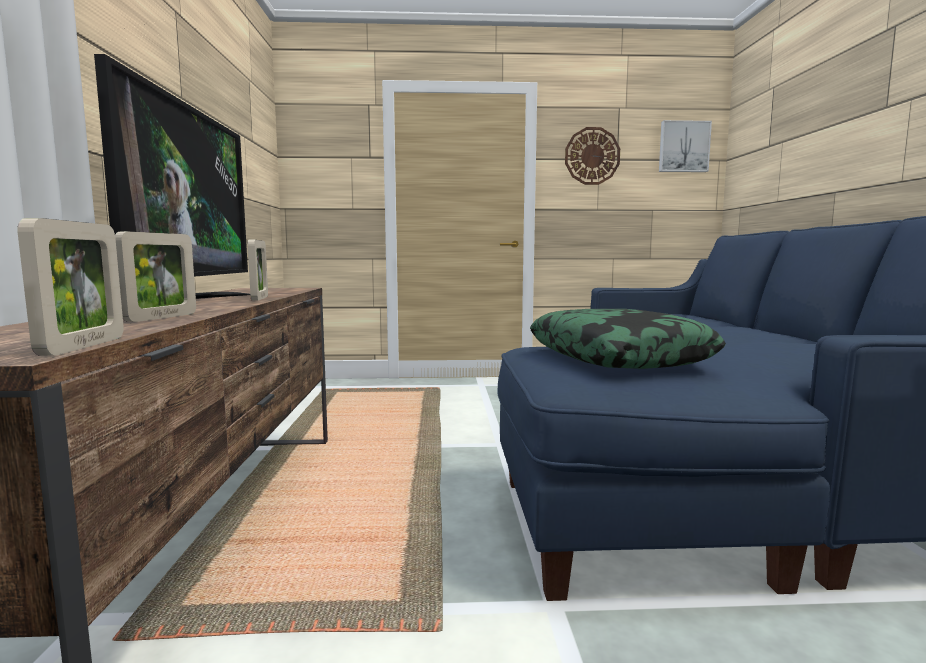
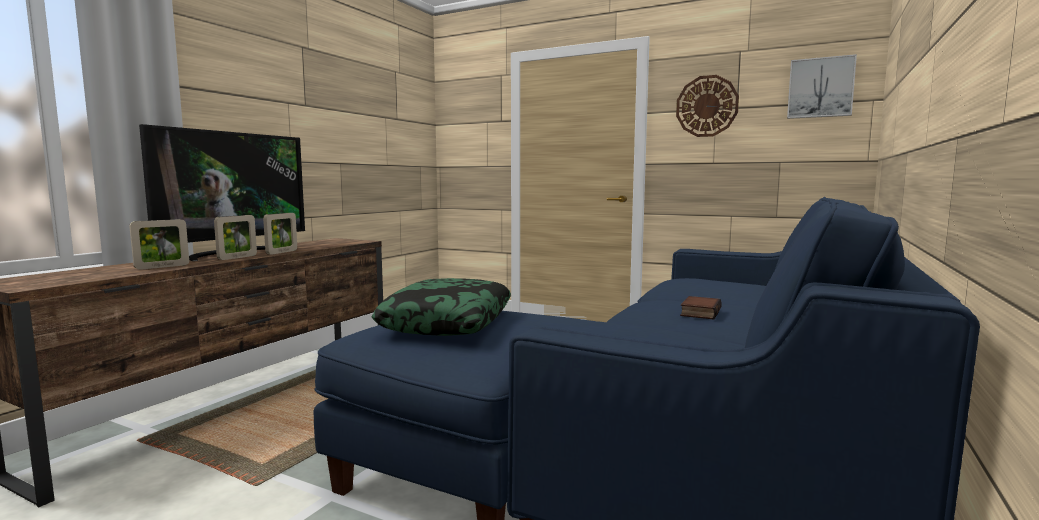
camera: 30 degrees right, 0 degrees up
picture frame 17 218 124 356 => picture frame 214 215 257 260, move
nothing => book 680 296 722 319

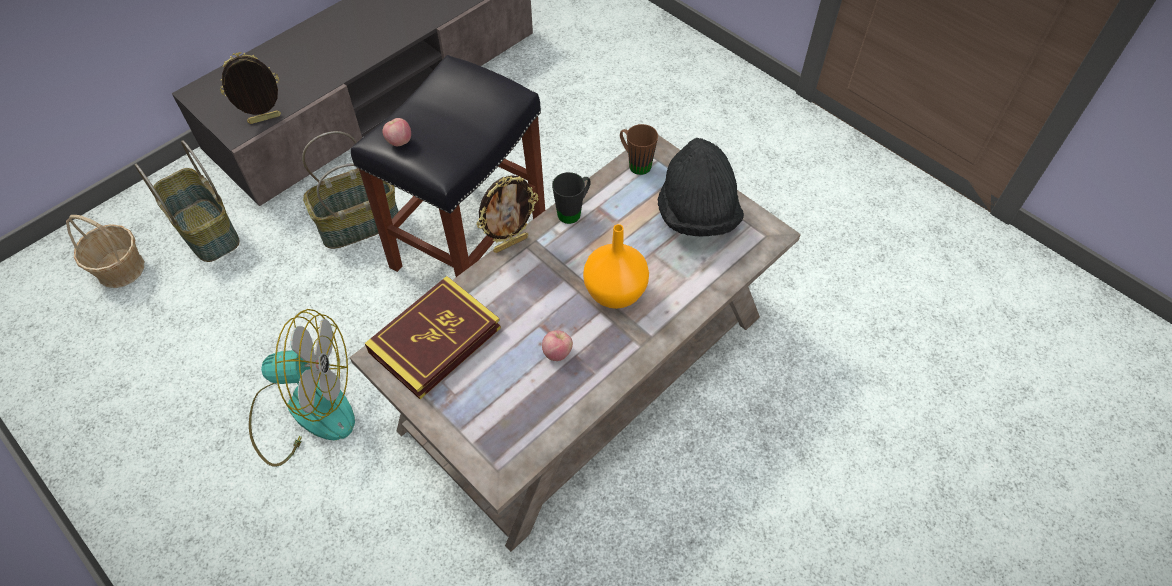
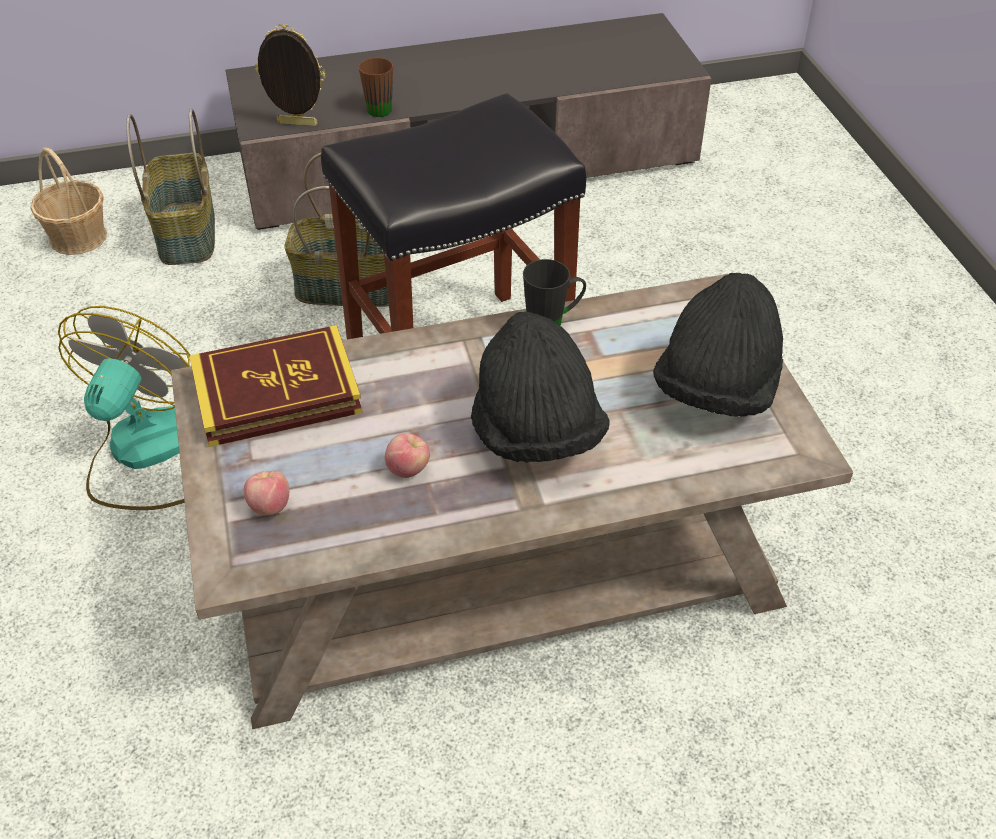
camera: 30 degrees right, 10 degrees down
fan 249 309 355 467 => fan 58 306 191 510, 105 degrees counterclockwise
apple 382 118 411 146 => apple 244 471 289 515, move
brown mug 620 124 658 175 => brown mug 359 58 393 117, move
orange vase 583 224 649 309 => black hat 471 311 610 463
picture frame 477 175 538 253 => nothing

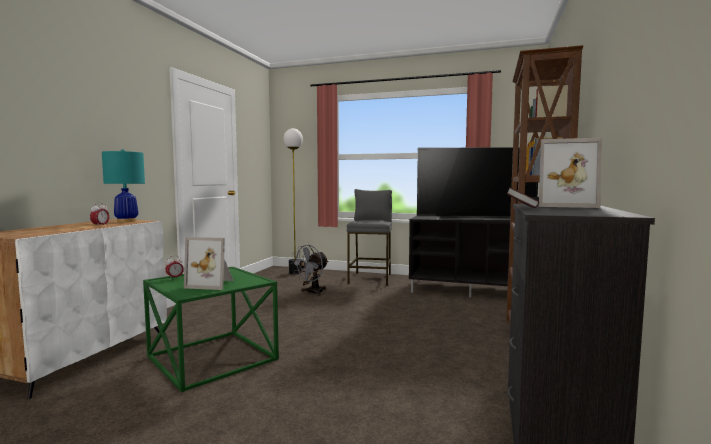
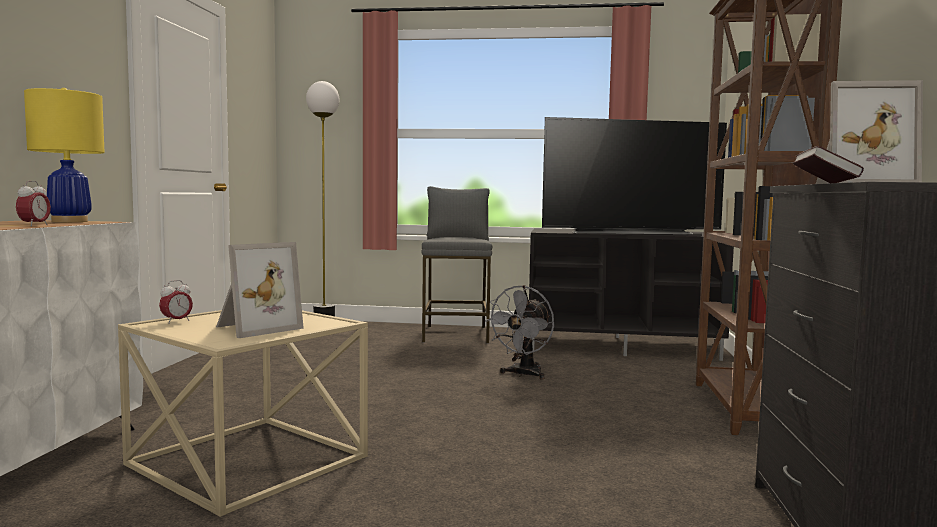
camera: 10 degrees left, 0 degrees up
turquoise table lamp 102 149 145 222 => yellow table lamp 24 88 105 222
green side table 143 267 279 392 => beige side table 118 310 368 517
picture frame 184 237 234 290 => picture frame 216 242 304 338, 45 degrees counterclockwise
grey fan 291 245 328 296 => grey fan 485 285 554 380, move

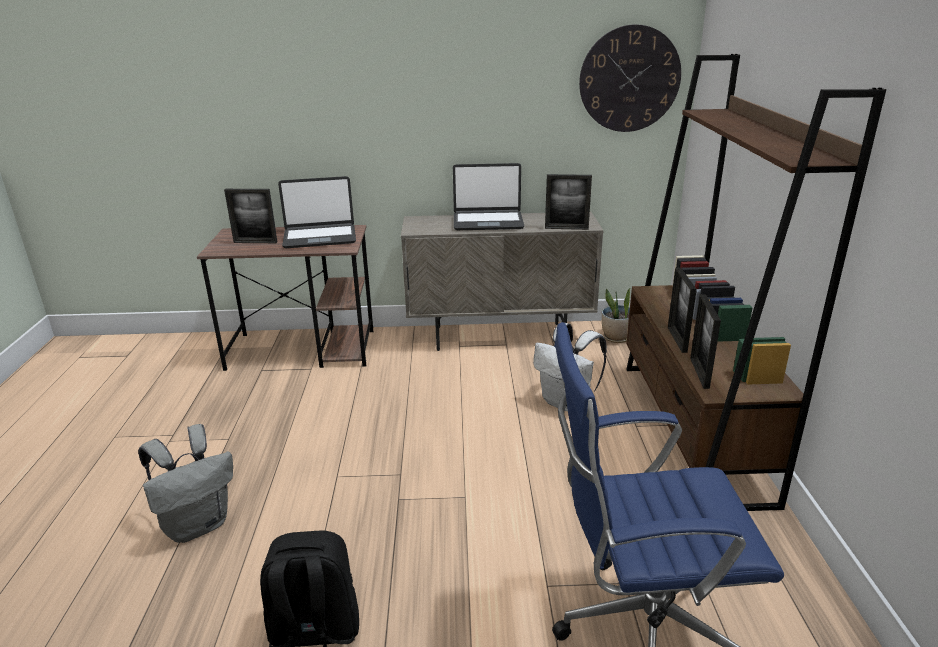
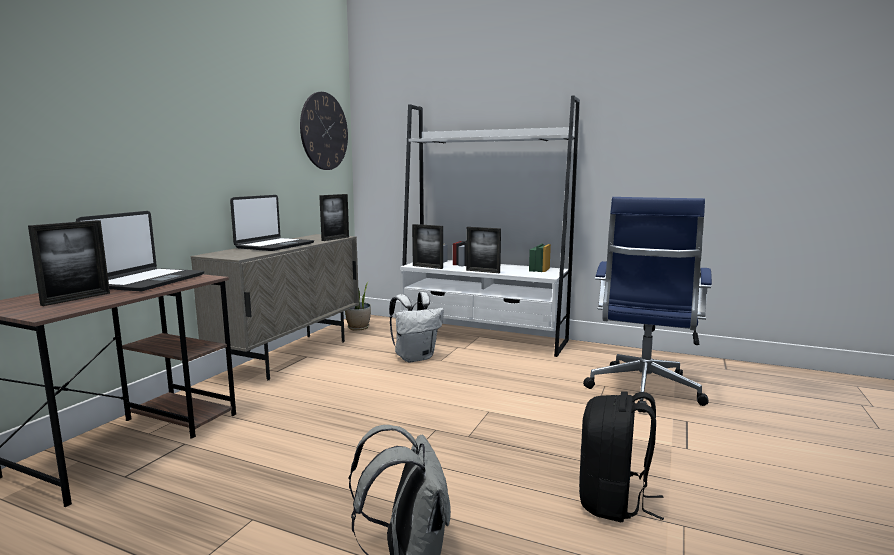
camera: 65 degrees left, 15 degrees down
brown bookcase 626 54 886 511 => white bookcase 400 96 580 357
picture frame 690 294 721 389 => picture frame 412 224 443 269, move

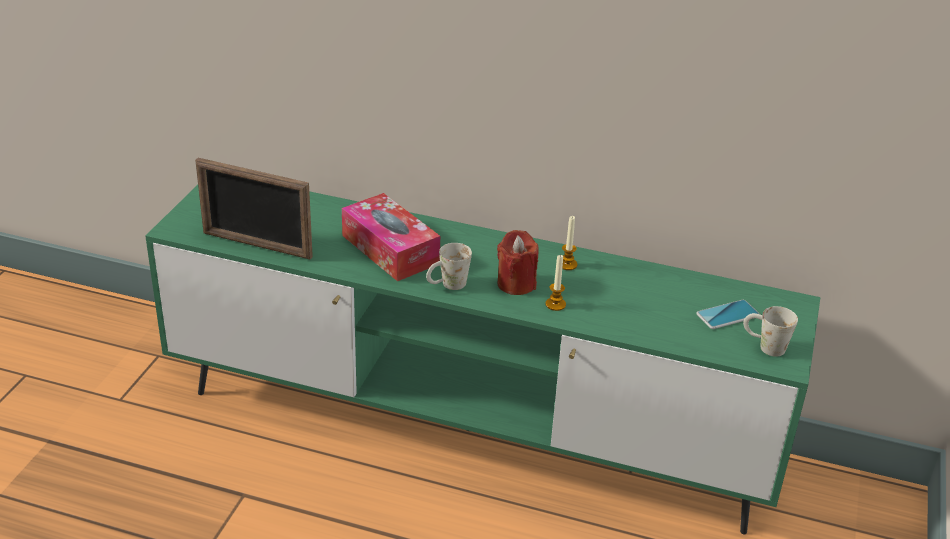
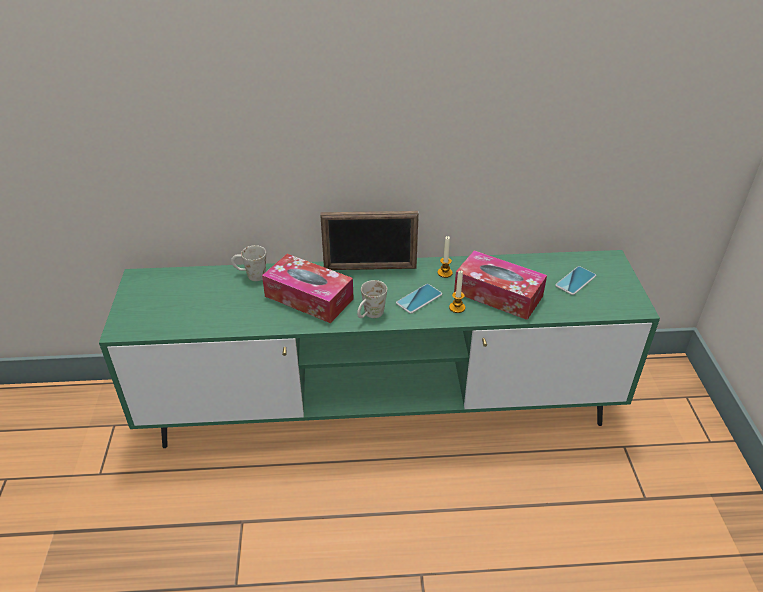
camera: 20 degrees left, 5 degrees up
white mug 743 306 798 357 => white mug 231 245 266 281, move
picture frame 195 158 313 259 => picture frame 320 211 419 270, move
red candle 497 230 539 295 => phone 396 284 442 314
nothing => tissue box 454 250 547 320

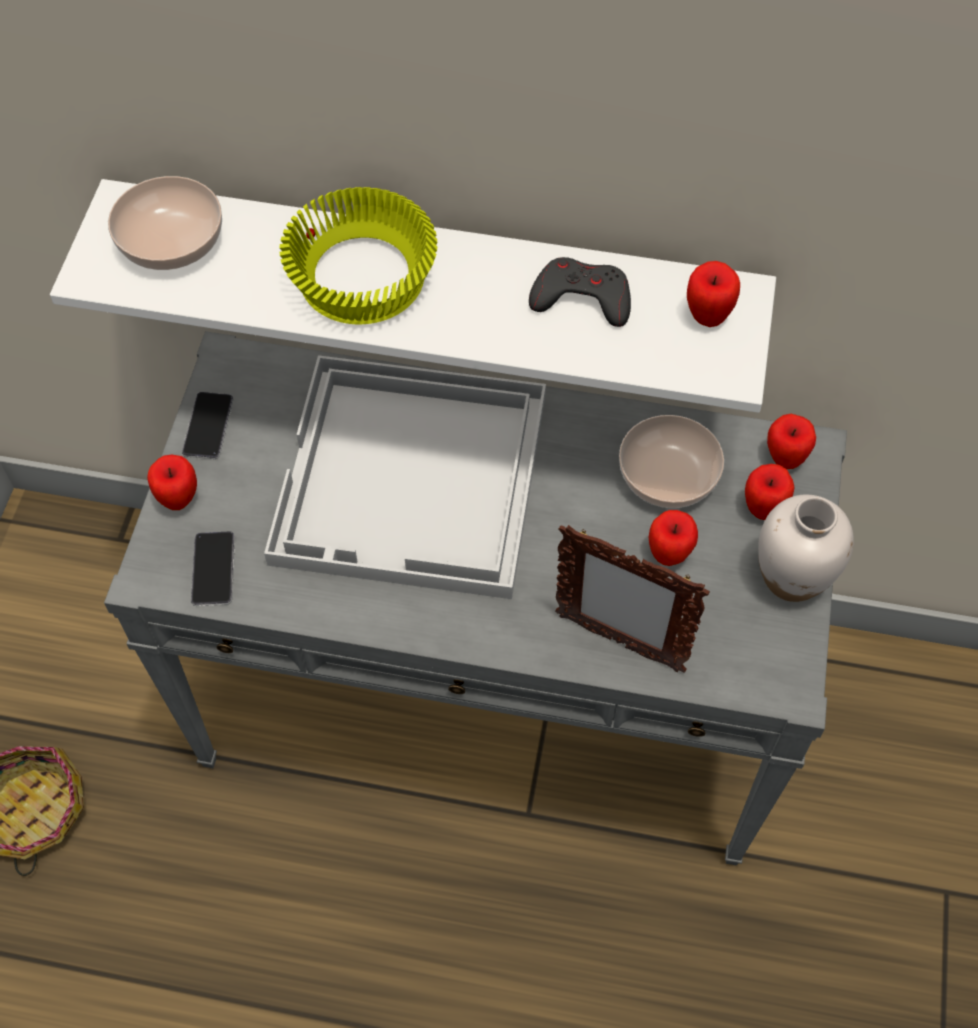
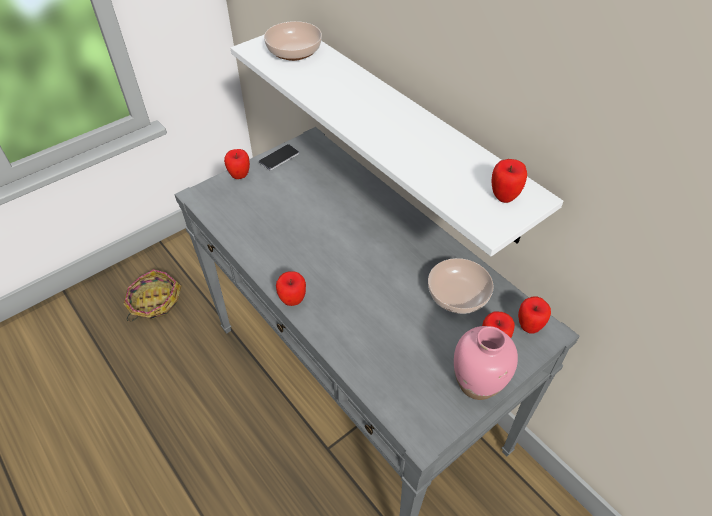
camera: 40 degrees right, 10 degrees down
apple 649 510 698 566 => apple 276 272 306 306, move
white vase 758 494 854 602 => pink vase 454 326 518 400
phone 191 531 235 606 => nothing
white tray 264 355 546 599 => nothing
yellow bowl 280 187 437 324 => nothing
grey game controller 529 257 631 327 => nothing
picture frame 555 525 710 673 => nothing

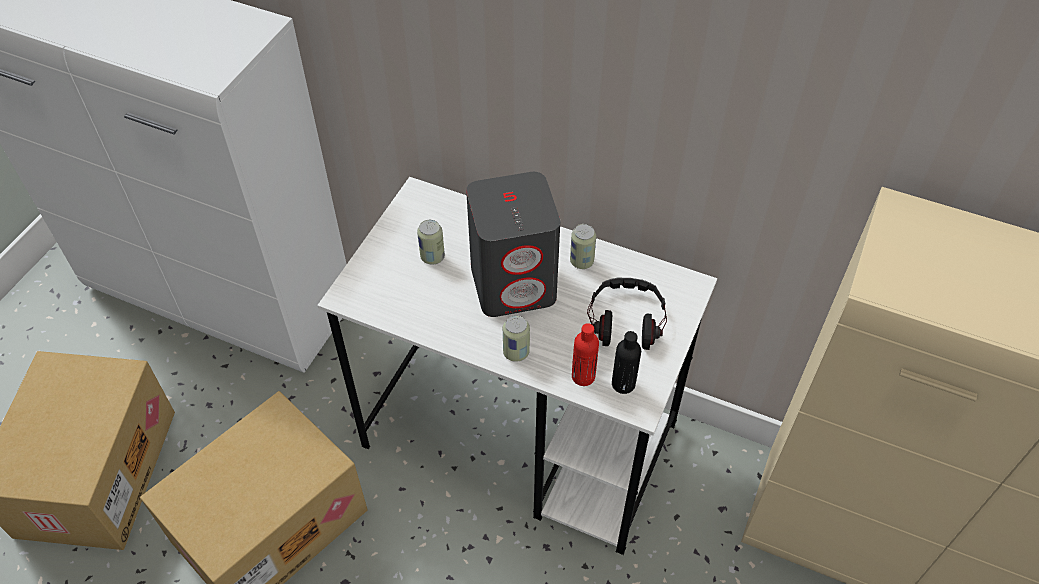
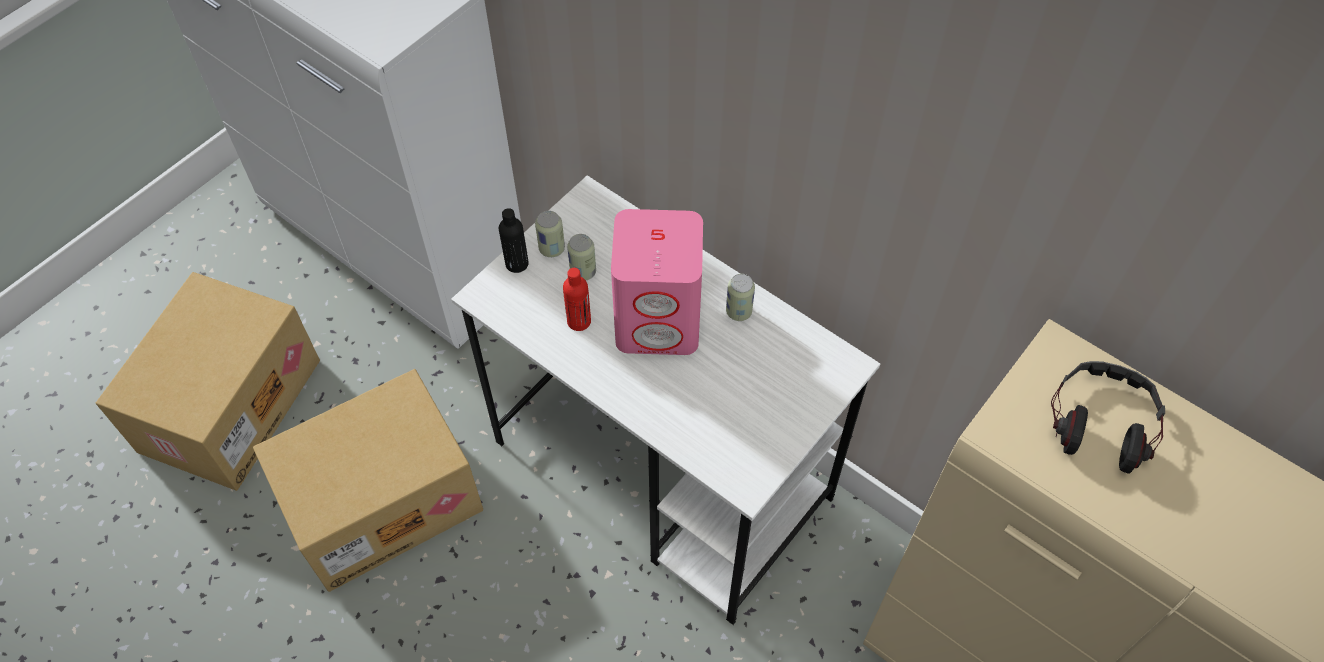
camera: 15 degrees right, 5 degrees up
black bottle 612 331 641 394 => black bottle 499 208 529 273, move
can 503 315 530 362 => can 535 211 565 257, move
red bottle 572 323 599 386 => red bottle 563 268 591 331, move
grey speaker 466 172 560 317 => pink speaker 611 209 703 355
headphones 587 278 667 350 => headphones 1051 361 1165 474, move

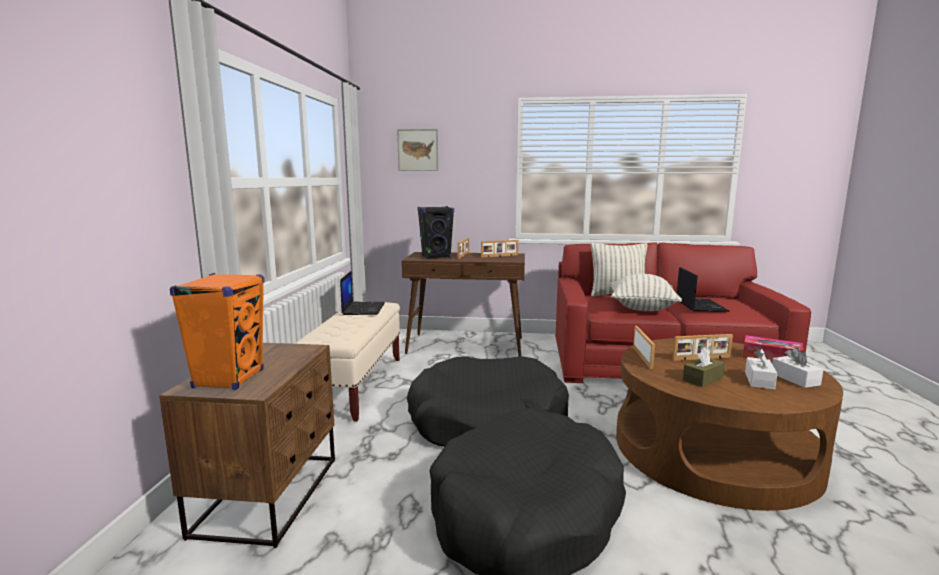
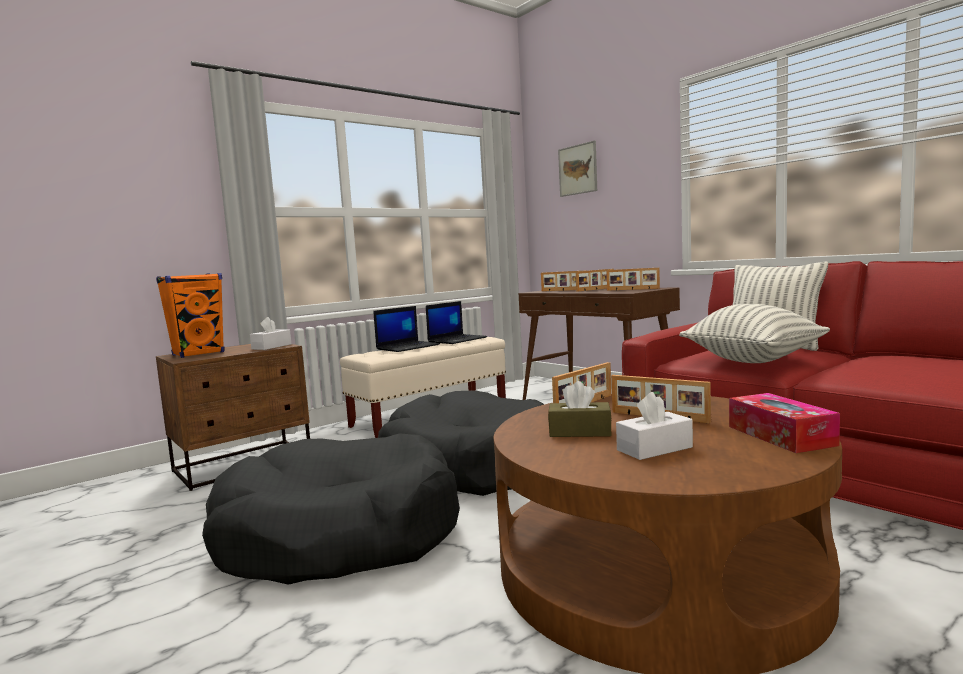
camera: 45 degrees right, 5 degrees down
white tissue box 772 348 823 388 => white tissue box 250 317 291 350, move
laptop 677 267 729 312 => laptop 373 306 440 352, move
black speaker 418 206 454 259 => picture frame 541 270 586 291

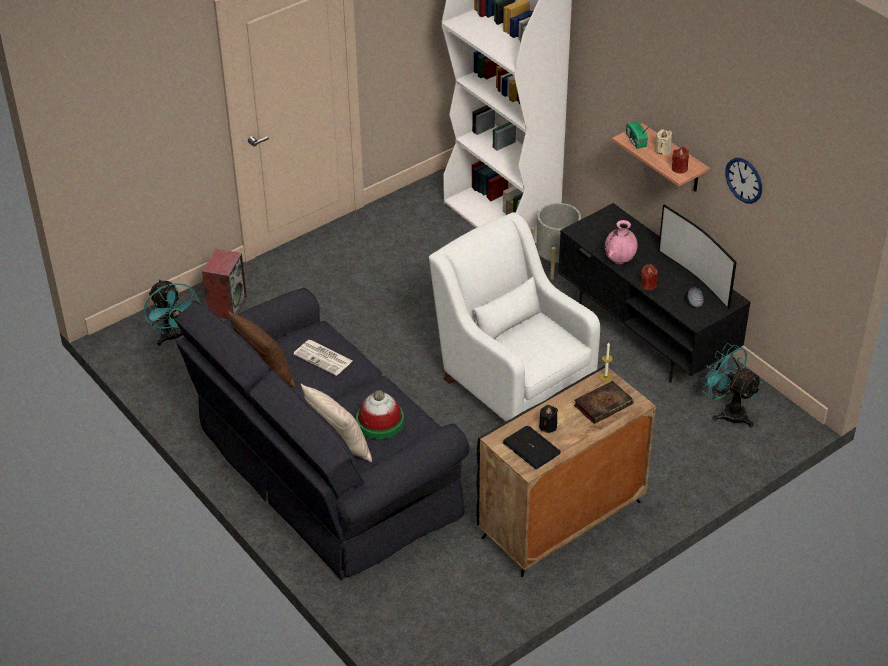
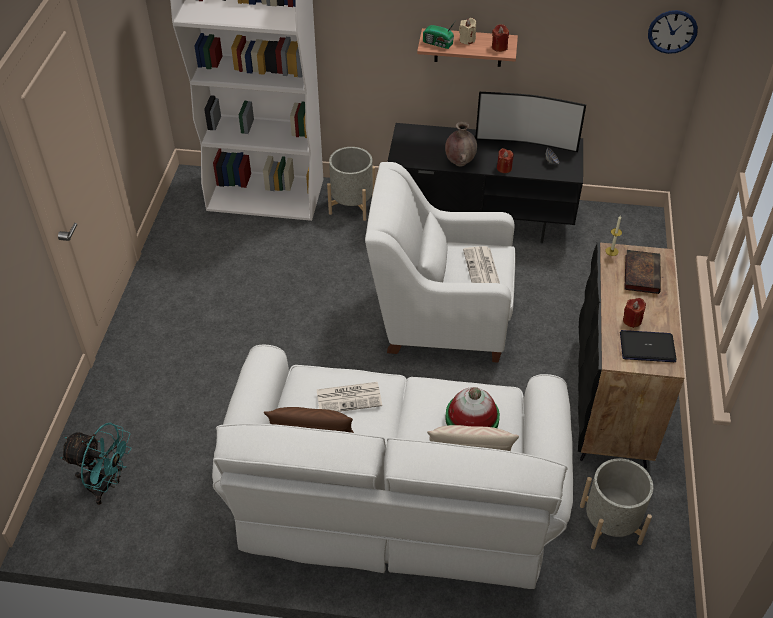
camera: 45 degrees left, 5 degrees up
black sofa 174 288 469 580 => white sofa 212 345 573 589
pink vase 605 220 638 264 => brown vase 445 121 477 166
nothing => newspaper 463 246 500 283
nothing => grey planter 580 458 653 549
black candle 539 405 558 433 => red candle 623 298 646 328
wall clock 725 158 762 204 => wall clock 648 10 698 54, move
speaker 202 248 247 319 => nothing
turquoise fan 701 343 762 427 => nothing

